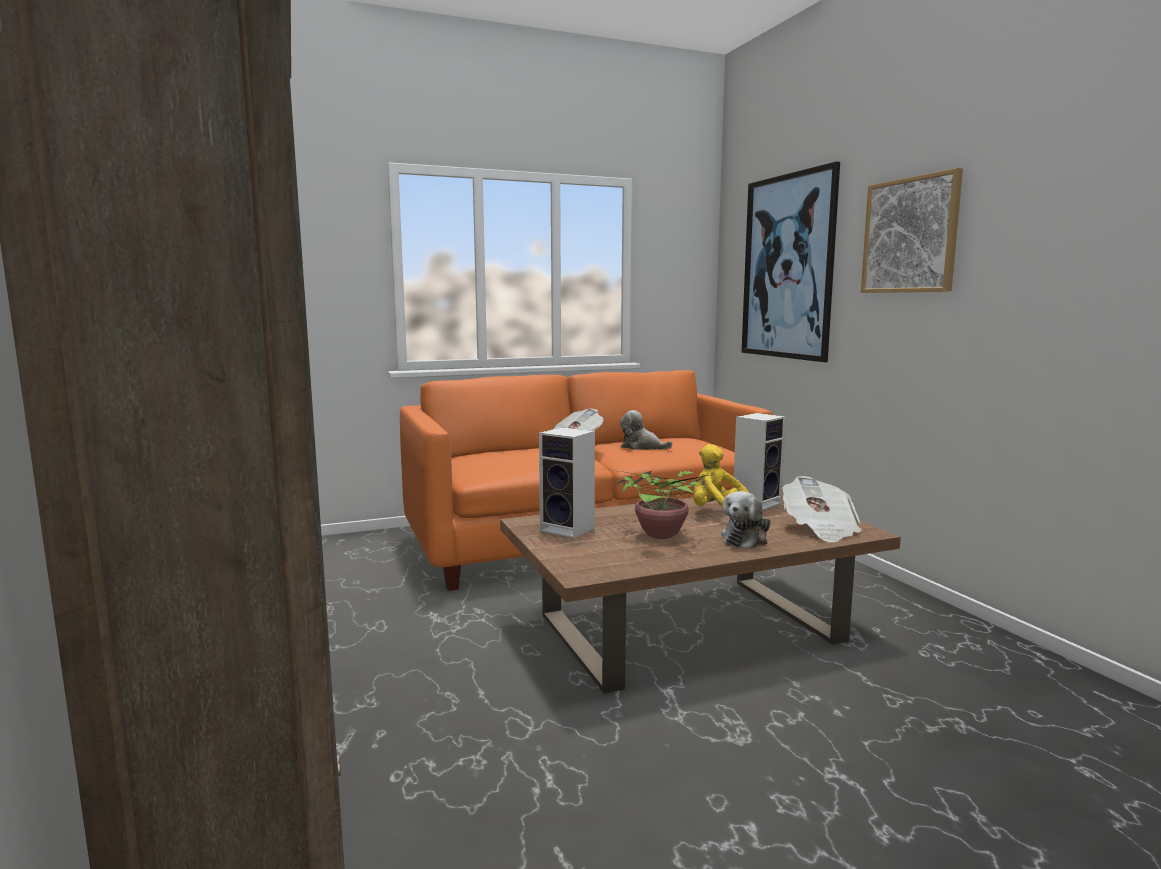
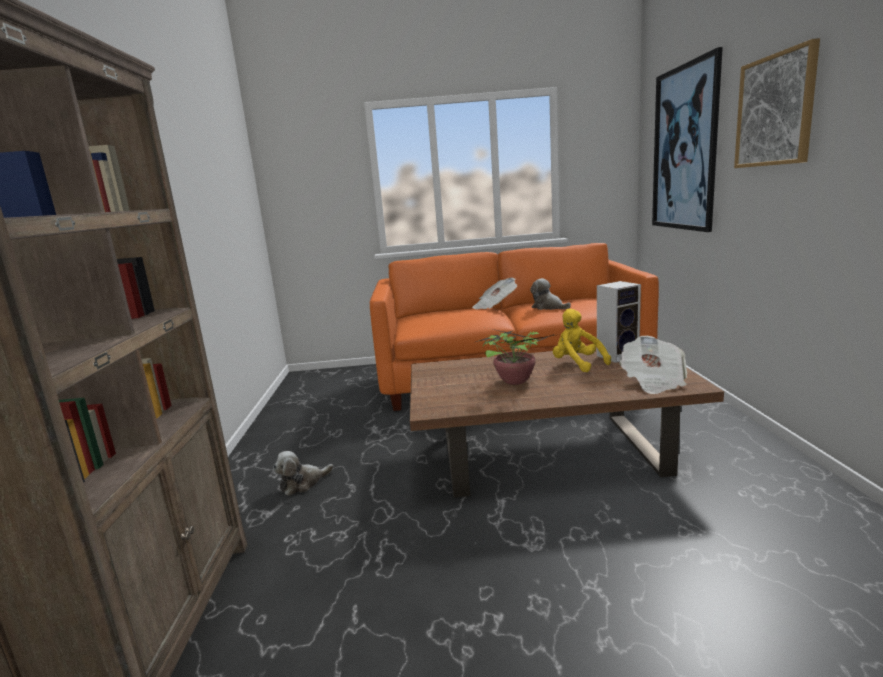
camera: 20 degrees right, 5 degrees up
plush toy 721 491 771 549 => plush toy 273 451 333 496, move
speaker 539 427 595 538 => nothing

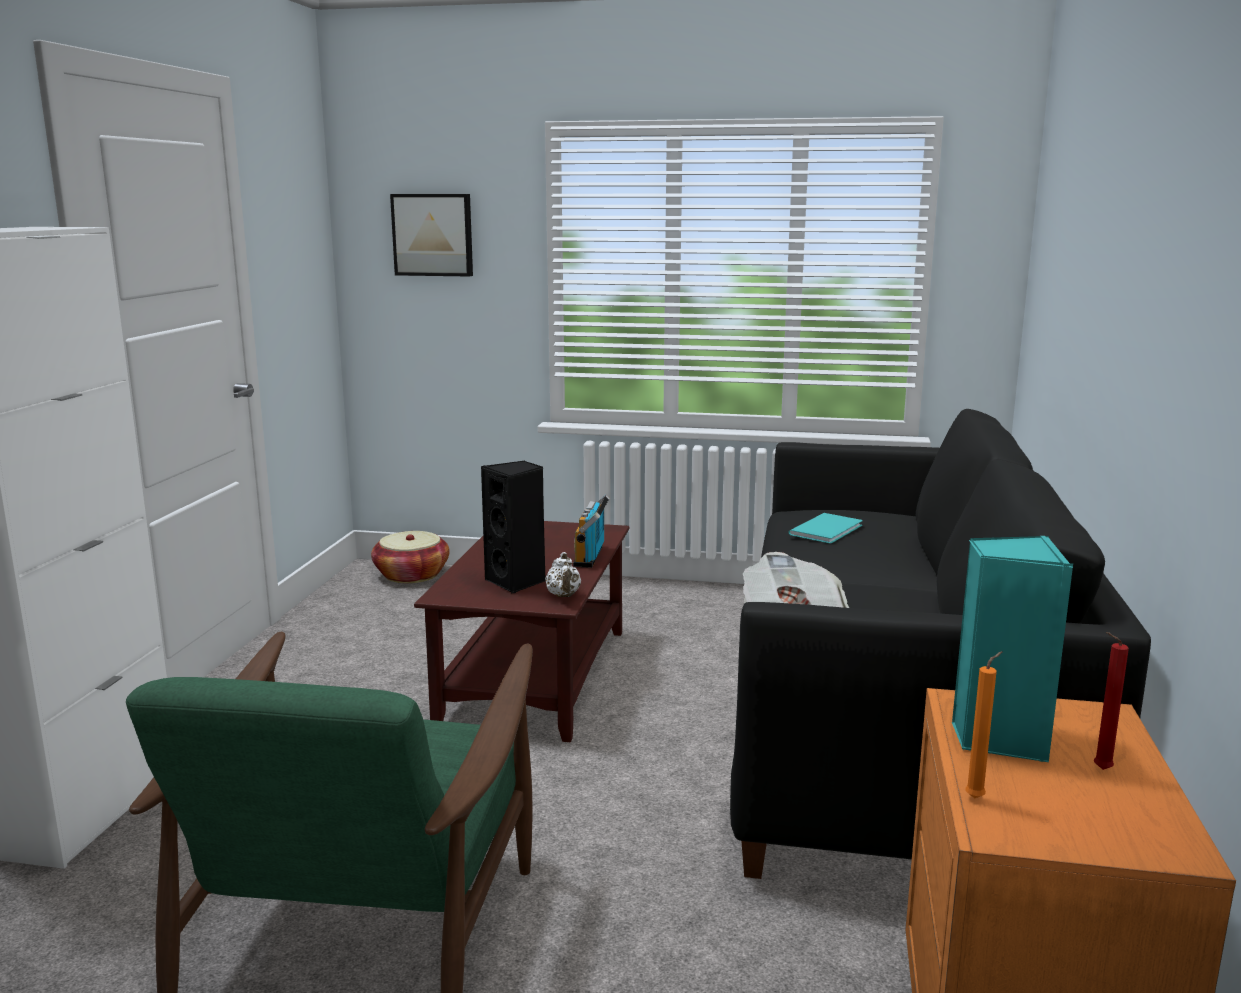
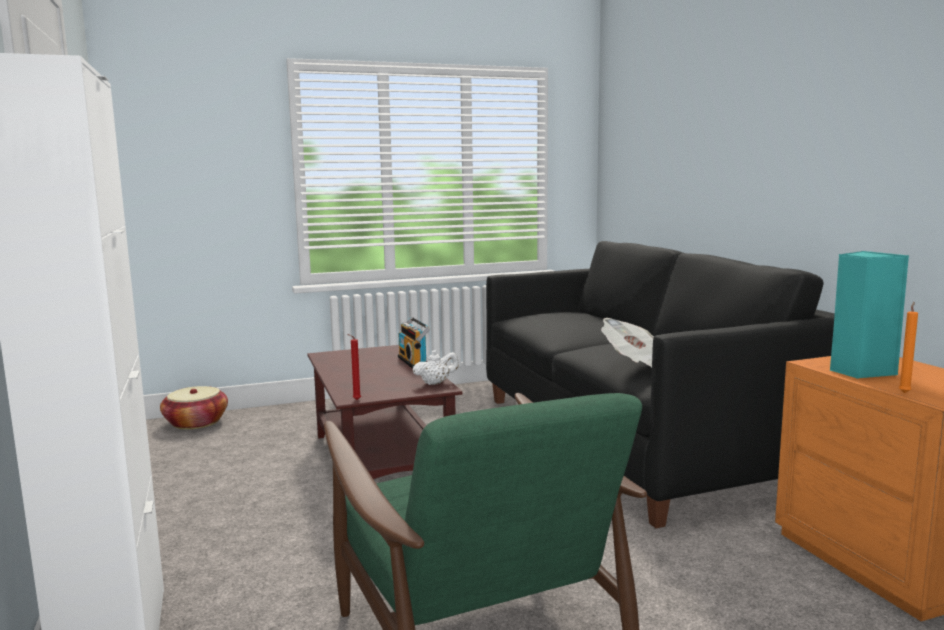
camera: 30 degrees left, 5 degrees down
red candle 1094 632 1129 770 => red candle 347 334 361 400, move
white teapot 545 552 581 597 => white teapot 413 350 459 385, 75 degrees counterclockwise
picture 390 194 473 277 => nothing
black speaker 481 461 546 594 => nothing
turquoise book 788 513 863 544 => nothing

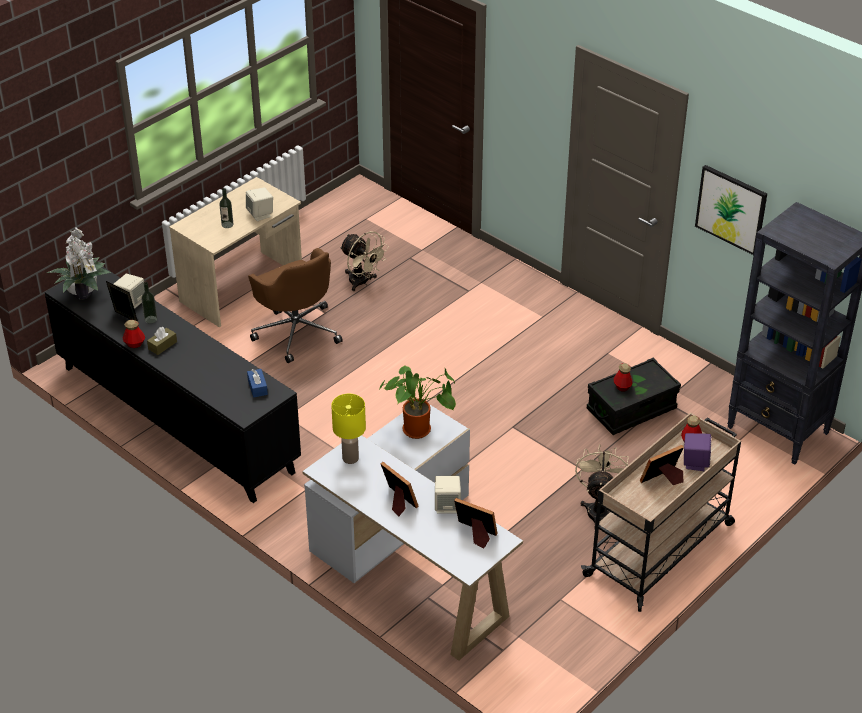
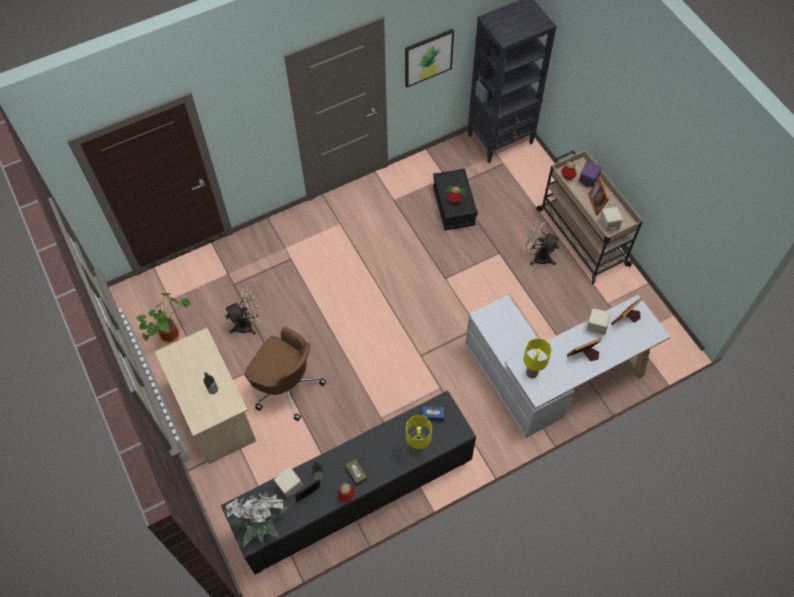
camera: 70 degrees left, 20 degrees up
potted plant 379 366 456 439 => potted plant 136 293 191 343, move
brown office chair 248 248 343 363 => brown office chair 245 327 327 421, 45 degrees clockwise
nothing => yellow table lamp 406 415 432 454
beige speaker 246 187 273 221 => beige speaker 600 207 623 232, move

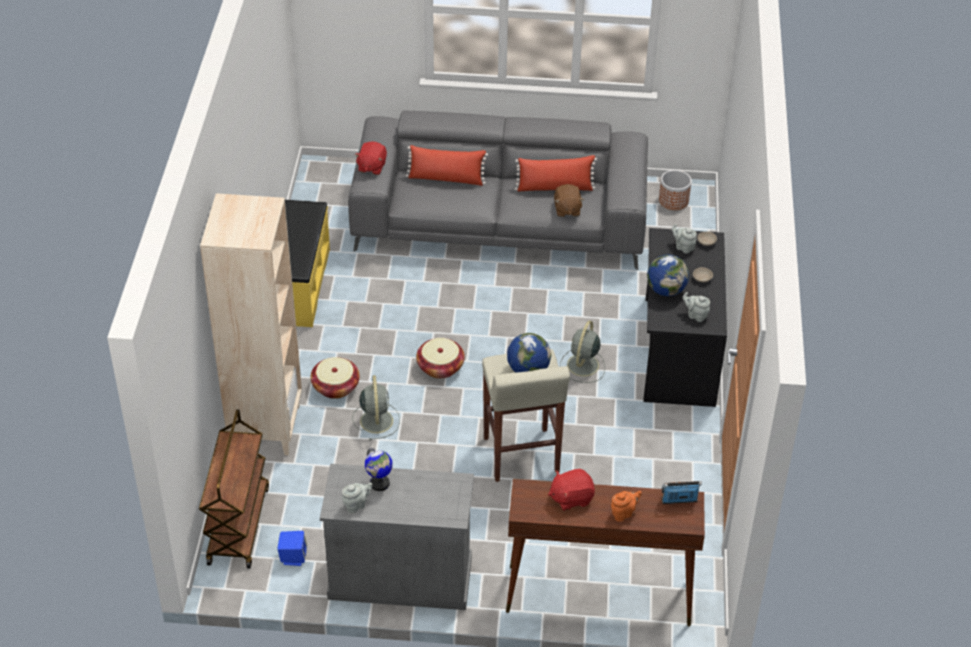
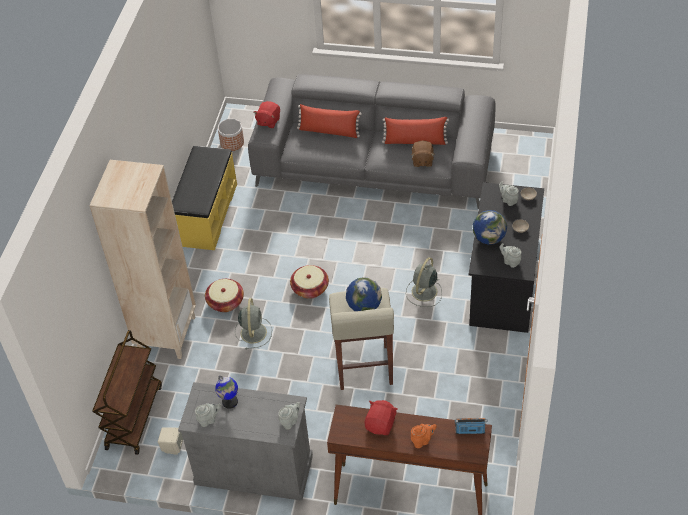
camera: 10 degrees right, 5 degrees up
blue speaker 277 531 307 566 => beige speaker 158 427 183 455
planter 659 170 692 210 => planter 218 119 244 151, move
nothing => grey teapot 278 402 300 430
red plush toy 548 469 595 511 => red plush toy 365 400 398 435, 120 degrees clockwise

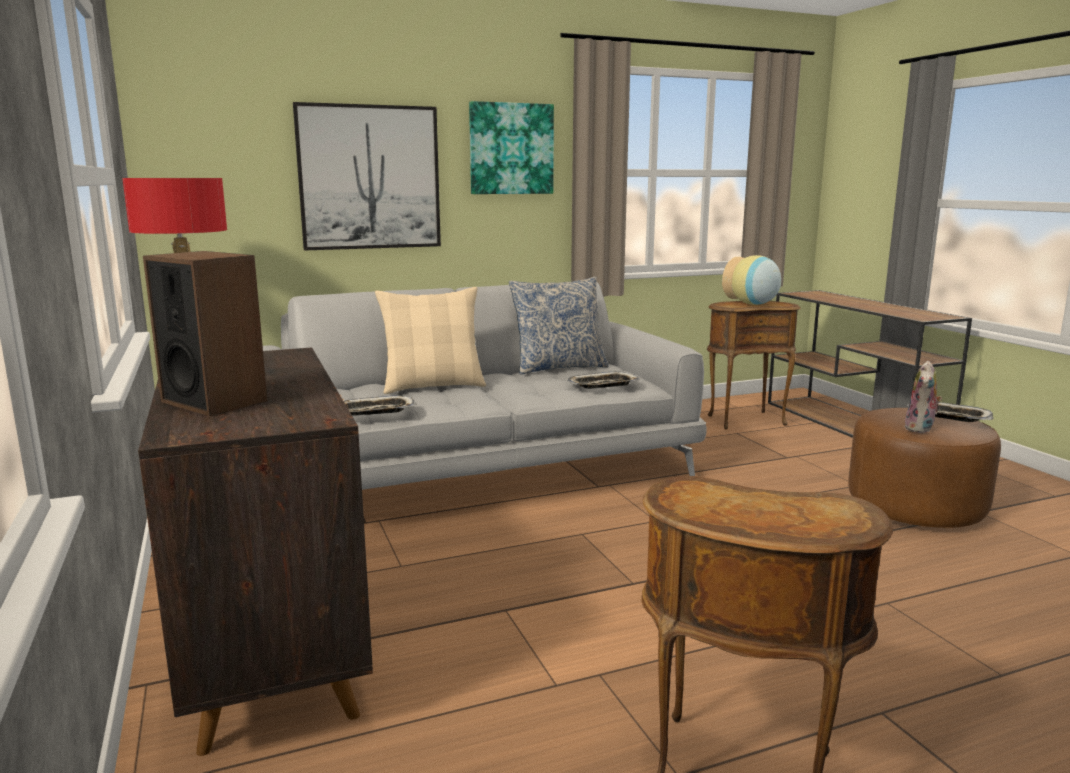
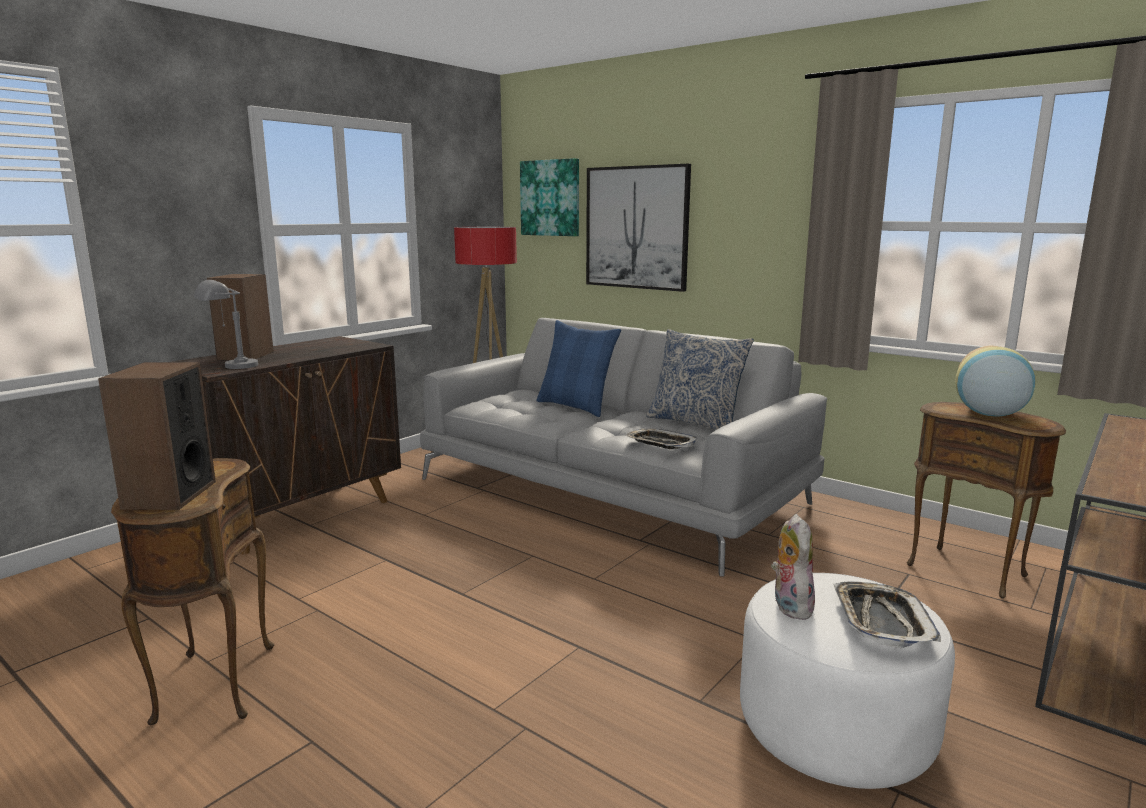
camera: 60 degrees right, 0 degrees up
nothing => speaker 98 362 216 510
nothing => grey table lamp 194 280 258 369
picture 469 101 554 194 => picture 520 158 579 236, move
beige pillow 375 287 486 394 => blue pillow 536 320 621 417
brown ottoman 848 408 1001 528 => white ottoman 740 573 955 789
plush toy 905 361 943 433 => plush toy 771 514 815 620, 90 degrees clockwise
tray 344 395 417 416 => nothing

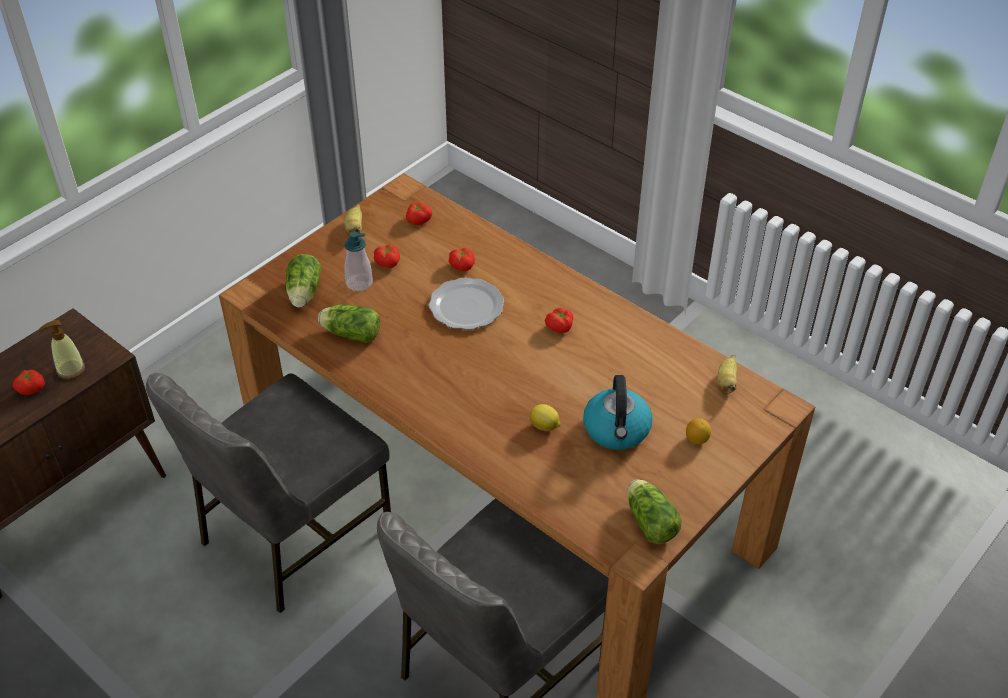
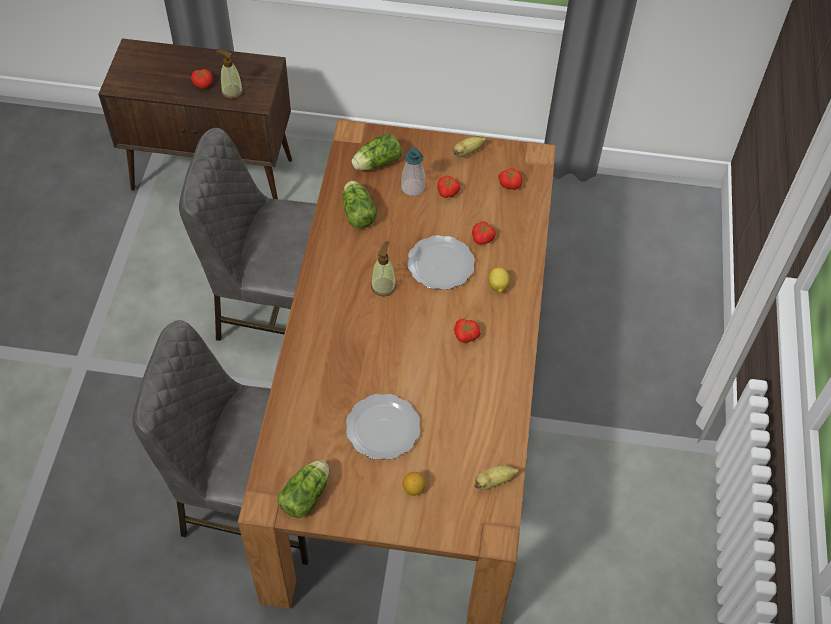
camera: 55 degrees right, 10 degrees up
kettle 583 375 652 450 => plate 346 394 420 460
nothing => soap dispenser 371 241 396 296
lemon 530 404 560 431 => lemon 488 267 510 293, move

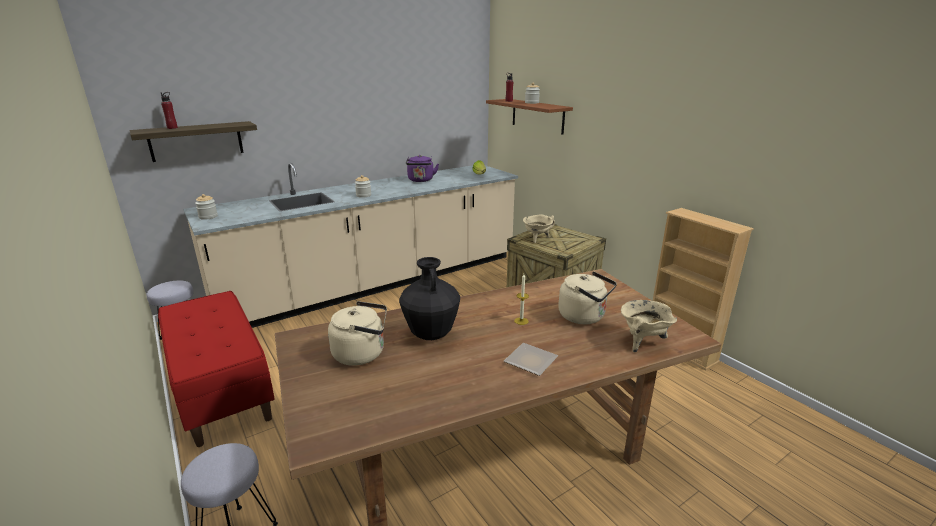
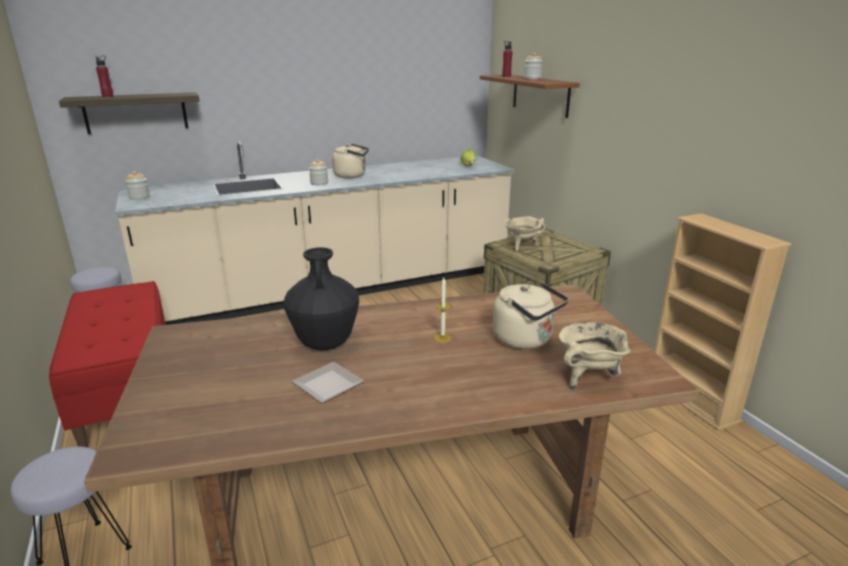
camera: 10 degrees right, 0 degrees up
plate 504 343 558 376 => plate 292 362 364 403, move
beige kettle 328 301 387 366 => beige kettle 332 144 369 178, move
purple kettle 406 155 439 182 => nothing

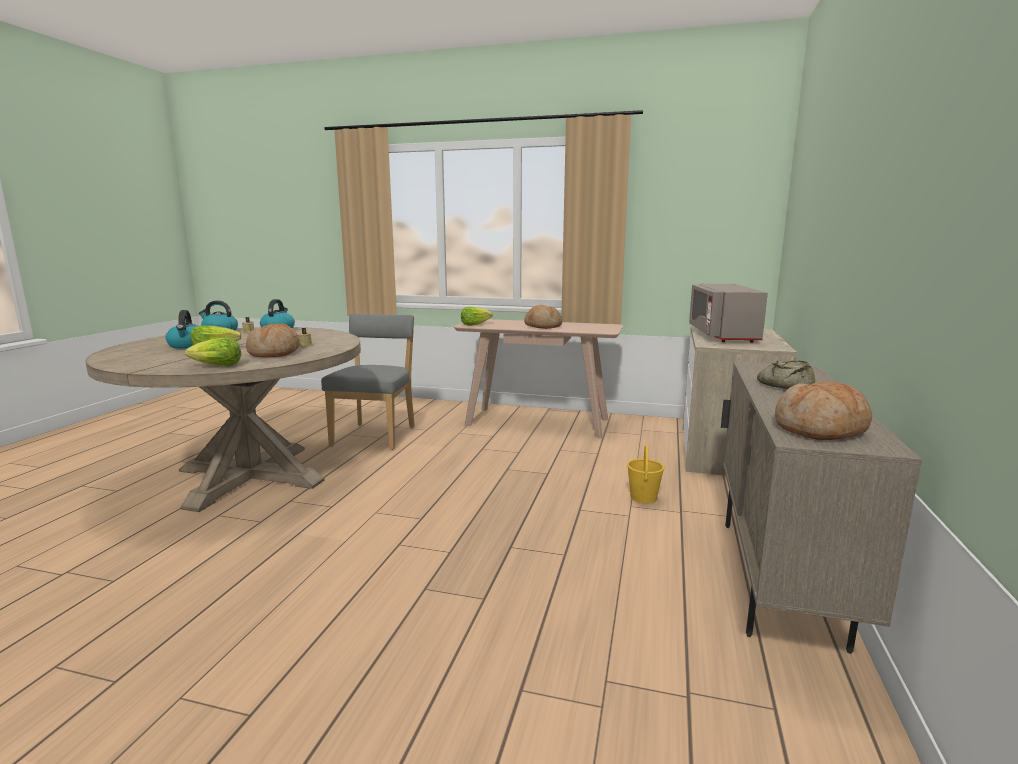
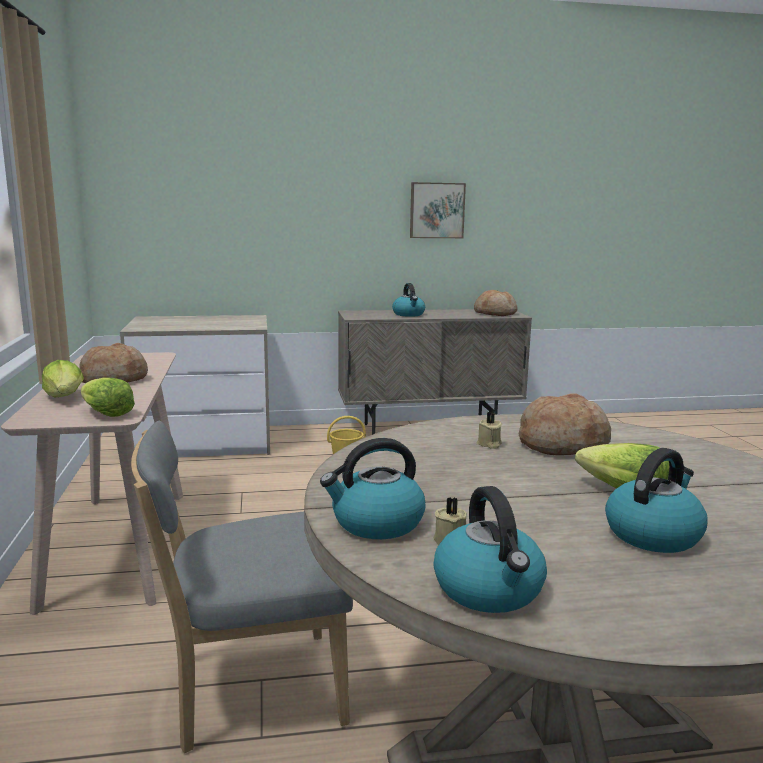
camera: 115 degrees left, 0 degrees up
lettuce 185 337 241 366 => lettuce 42 360 84 397, move
bread 757 360 815 389 => kettle 392 283 425 317
nothing => picture 410 182 466 238
grey microwave 689 284 768 342 => nothing

